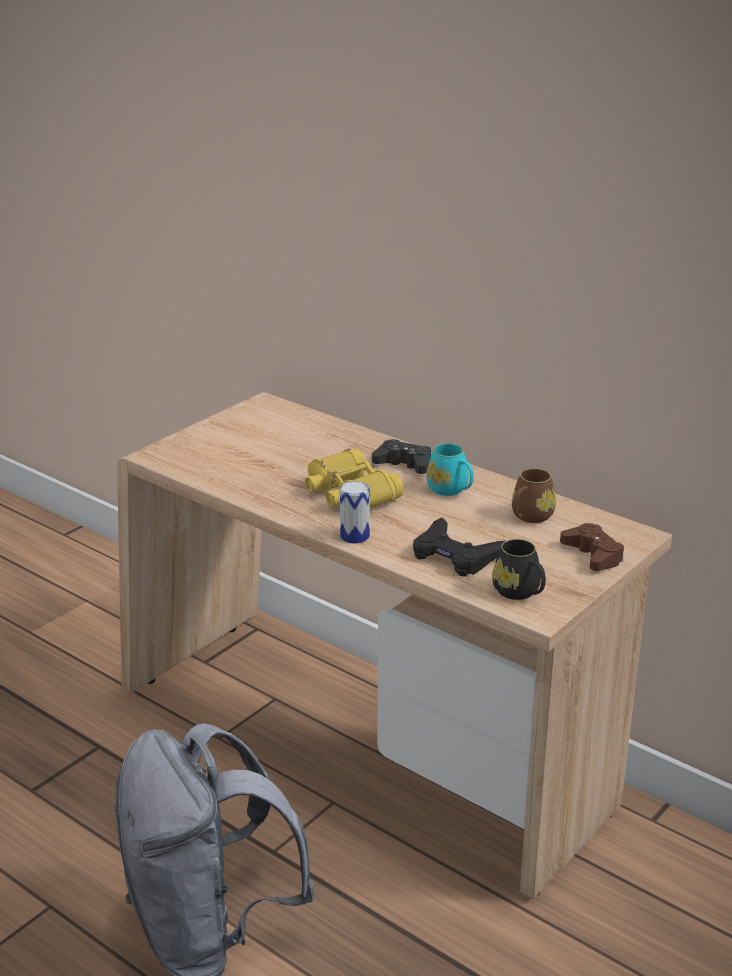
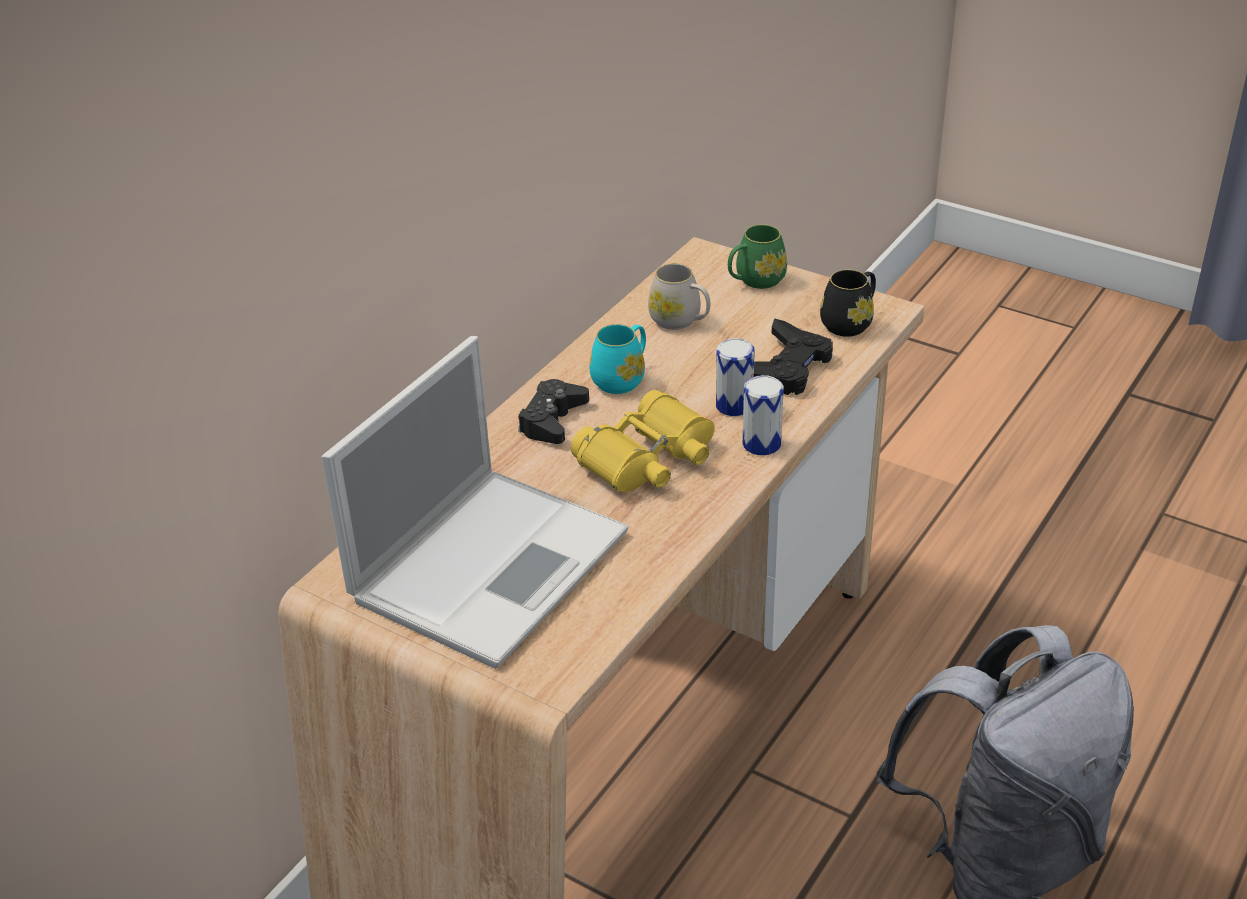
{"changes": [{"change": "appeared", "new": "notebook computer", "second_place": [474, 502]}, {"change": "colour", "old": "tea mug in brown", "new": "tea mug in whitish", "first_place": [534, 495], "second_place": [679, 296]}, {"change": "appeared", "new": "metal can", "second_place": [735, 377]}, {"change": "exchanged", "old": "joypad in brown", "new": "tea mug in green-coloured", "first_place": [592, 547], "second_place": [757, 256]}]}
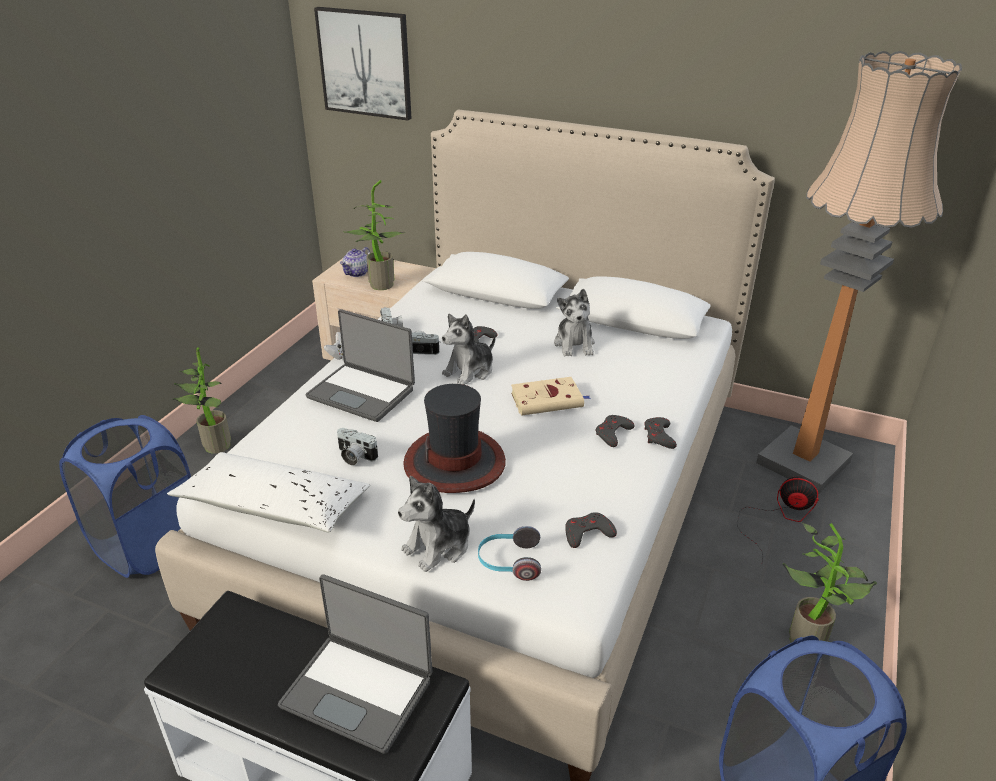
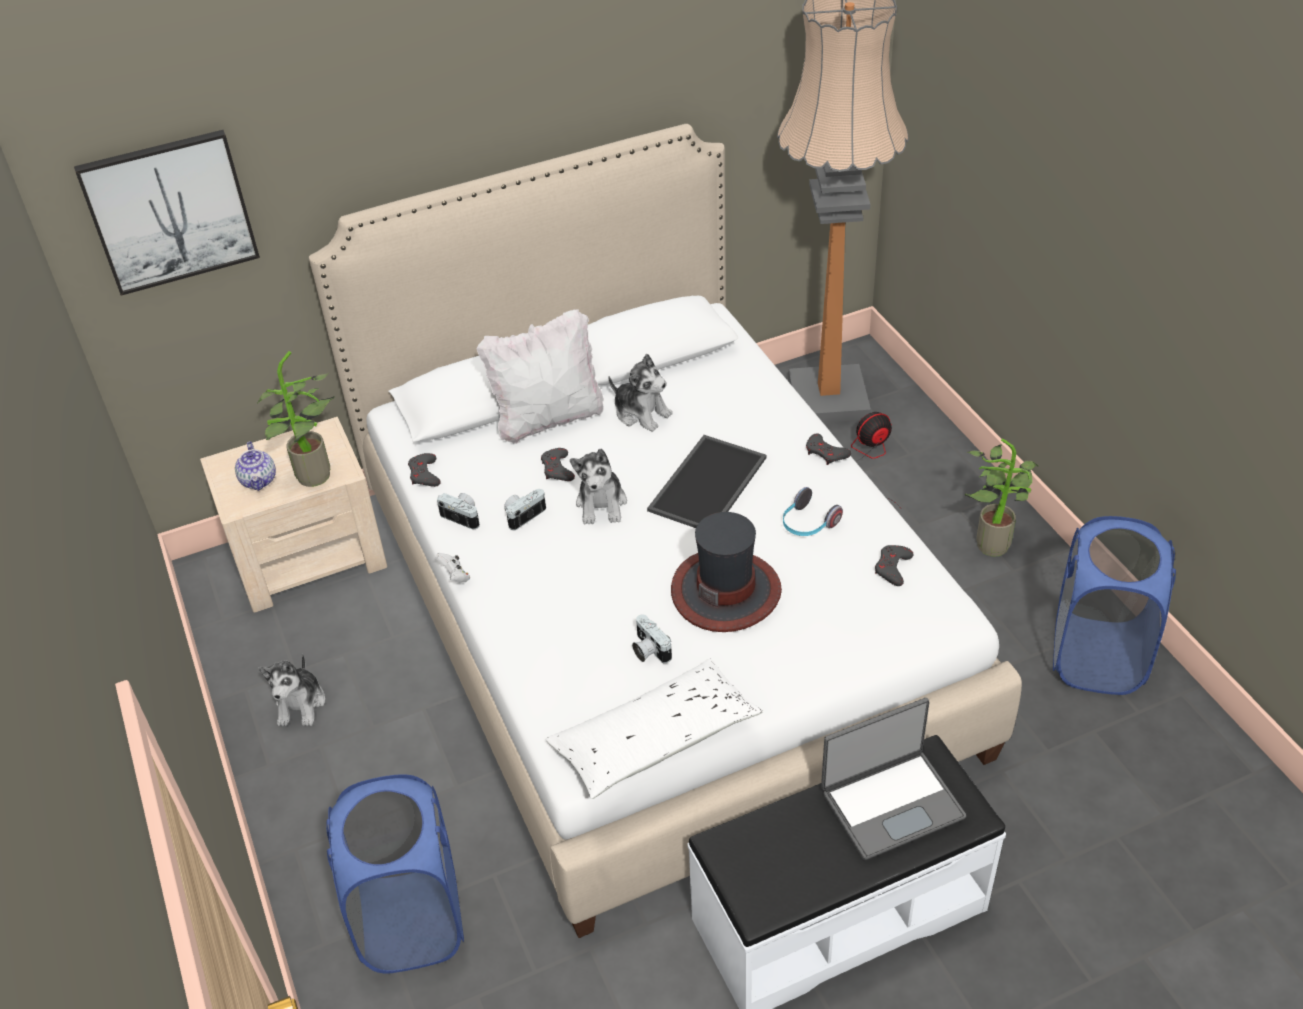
{"changes": [{"change": "relocated", "old": "soft toy", "first_place": [436, 524], "second_place": [291, 689]}, {"change": "relocated", "old": "joypad in grey", "first_place": [615, 431], "second_place": [424, 470]}, {"change": "appeared", "new": "throw pillow in whitish", "second_place": [540, 376]}, {"change": "spun", "old": "photo camera", "first_place": [357, 447], "second_place": [652, 638], "degrees": 75}, {"change": "exchanged", "old": "book in beige-coloured", "new": "carrying tray", "first_place": [551, 396], "second_place": [707, 481]}, {"change": "relocated", "old": "headphones", "first_place": [509, 553], "second_place": [813, 511]}, {"change": "missing", "old": "houseplant", "first_place": [201, 400]}, {"change": "missing", "old": "notebook computer", "first_place": [360, 365]}]}
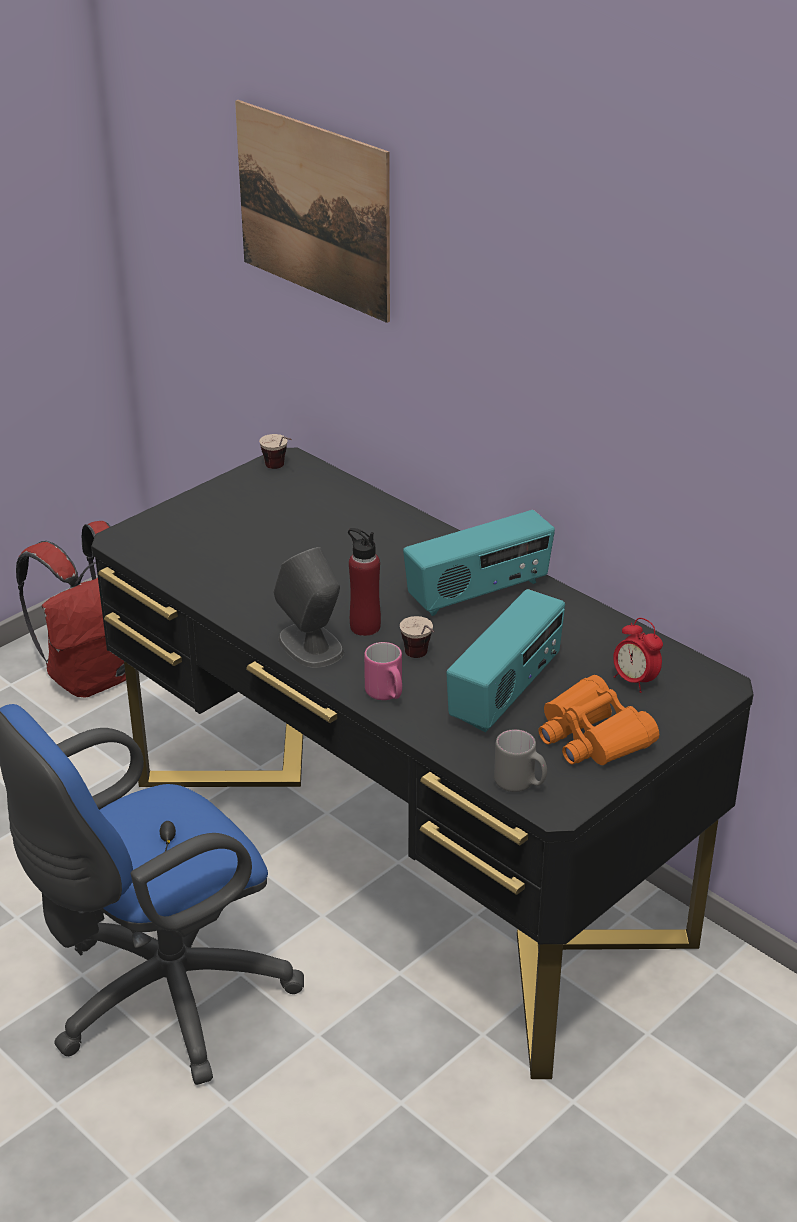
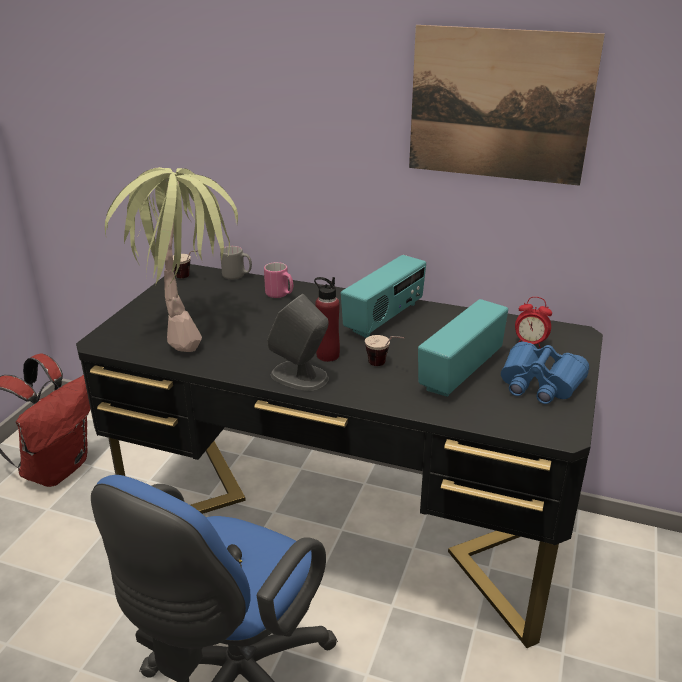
{"changes": [{"change": "appeared", "new": "houseplant", "second_place": [171, 259]}, {"change": "relocated", "old": "tea mug in grey", "first_place": [520, 760], "second_place": [236, 263]}, {"change": "relocated", "old": "tea mug in pink-coloured", "first_place": [383, 671], "second_place": [278, 280]}, {"change": "relocated", "old": "picture", "first_place": [312, 211], "second_place": [507, 105]}, {"change": "spun", "old": "radio receiver", "first_place": [505, 661], "second_place": [463, 348], "degrees": -150}, {"change": "colour", "old": "binoculars in orange-coloured", "new": "binoculars in blue-coloured", "first_place": [598, 720], "second_place": [545, 373]}]}
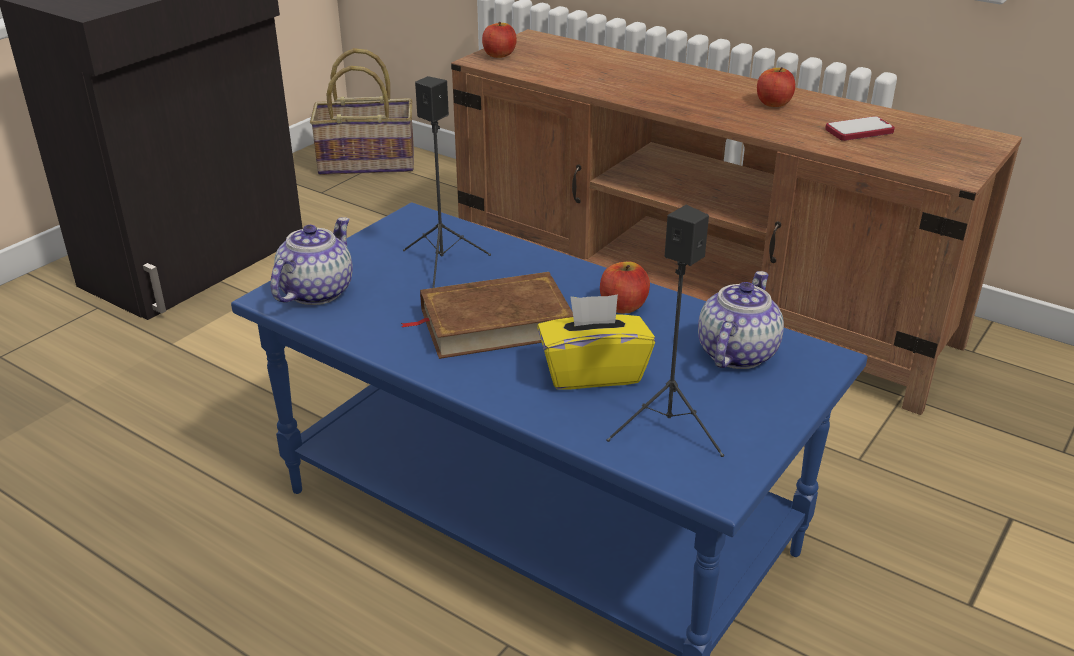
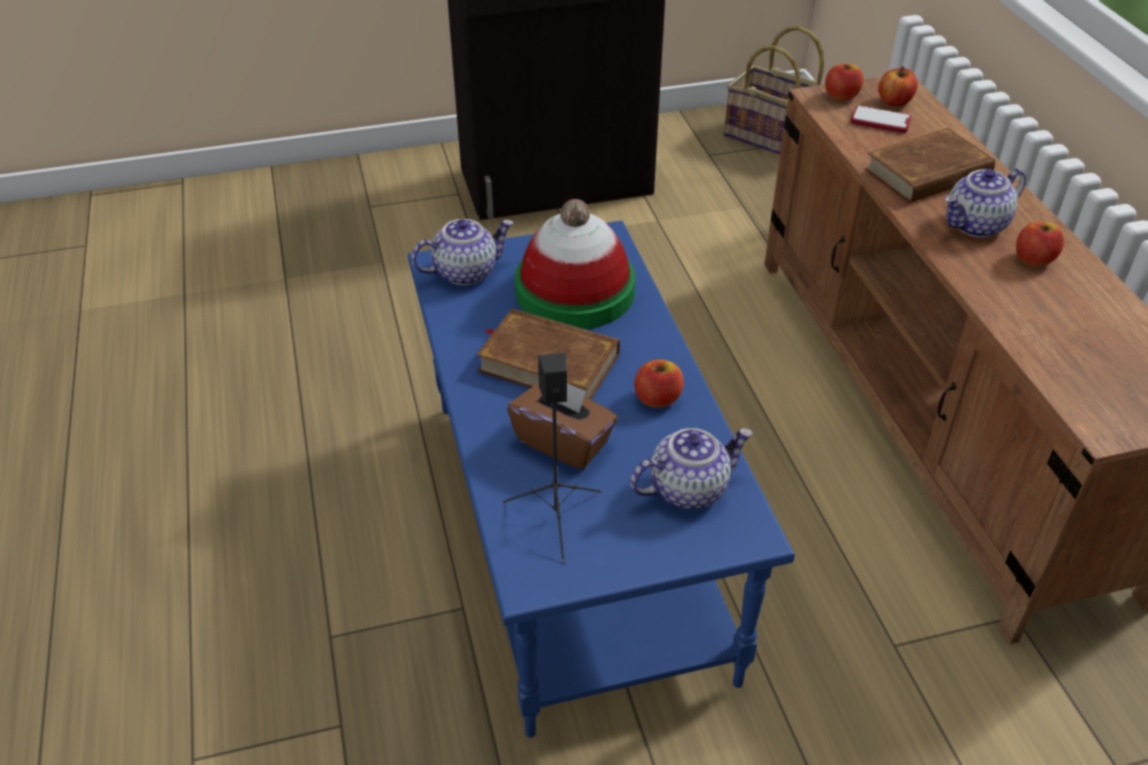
{"changes": [{"change": "colour", "old": "box of tissues in yellowish", "new": "box of tissues in brown", "first_place": [596, 342], "second_place": [562, 426]}, {"change": "exchanged", "old": "speaker in black", "new": "hat", "first_place": [447, 182], "second_place": [575, 264]}, {"change": "relocated", "old": "telephone", "first_place": [860, 128], "second_place": [881, 120]}, {"change": "appeared", "new": "book in brown", "second_place": [929, 165]}, {"change": "appeared", "new": "apple", "second_place": [898, 86]}, {"change": "appeared", "new": "pot for tea", "second_place": [985, 202]}]}
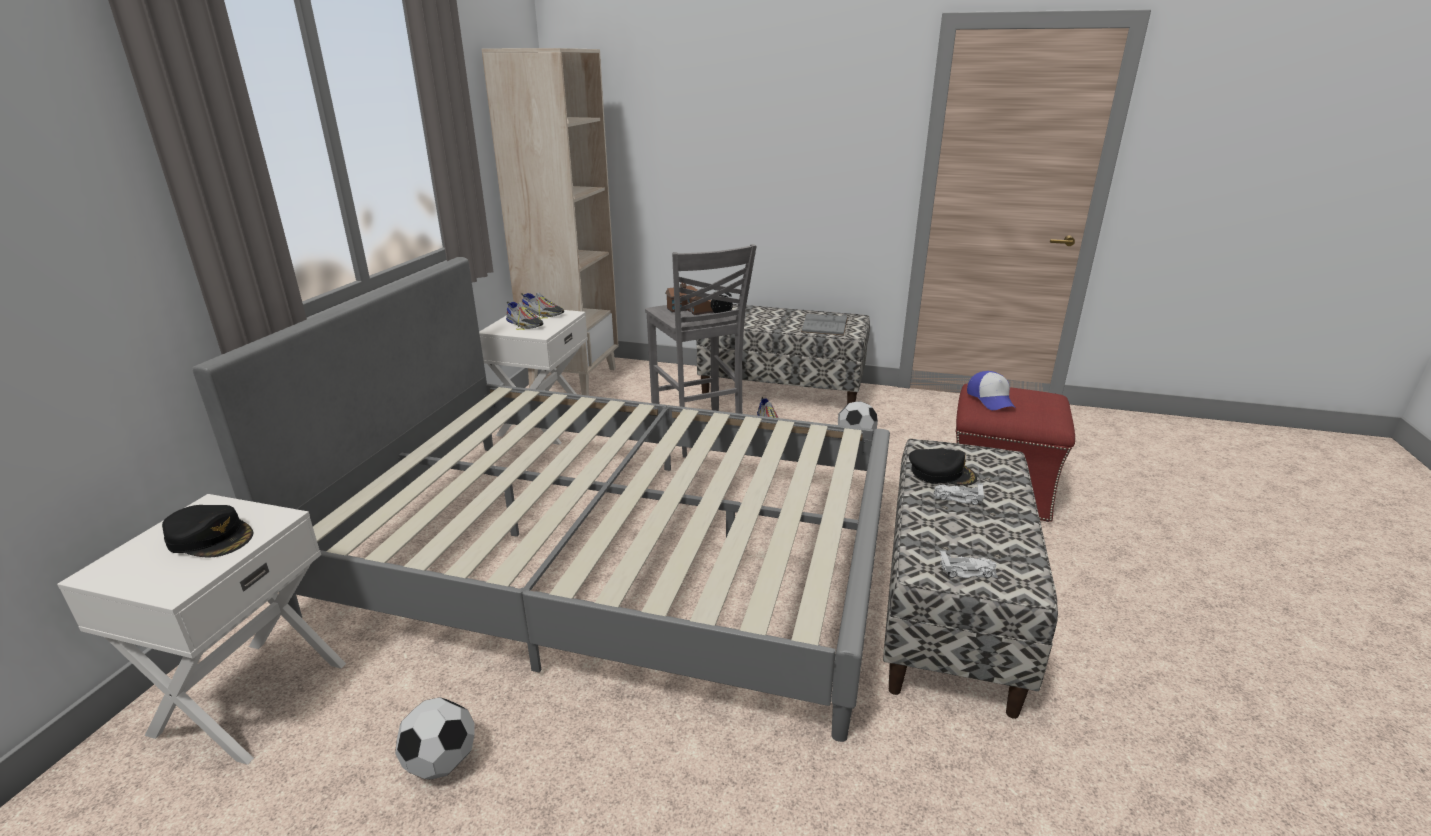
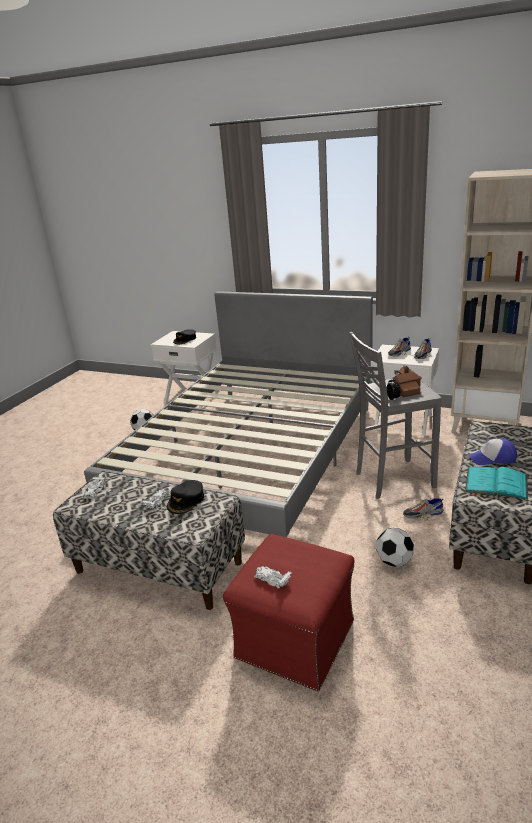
{"changes": [{"change": "appeared", "new": "toy car in whitish", "second_place": [273, 577]}, {"change": "colour", "old": "book in grey", "new": "book in turquoise-coloured", "first_place": [824, 324], "second_place": [496, 483]}, {"change": "relocated", "old": "baseball cap", "first_place": [991, 390], "second_place": [492, 451]}]}
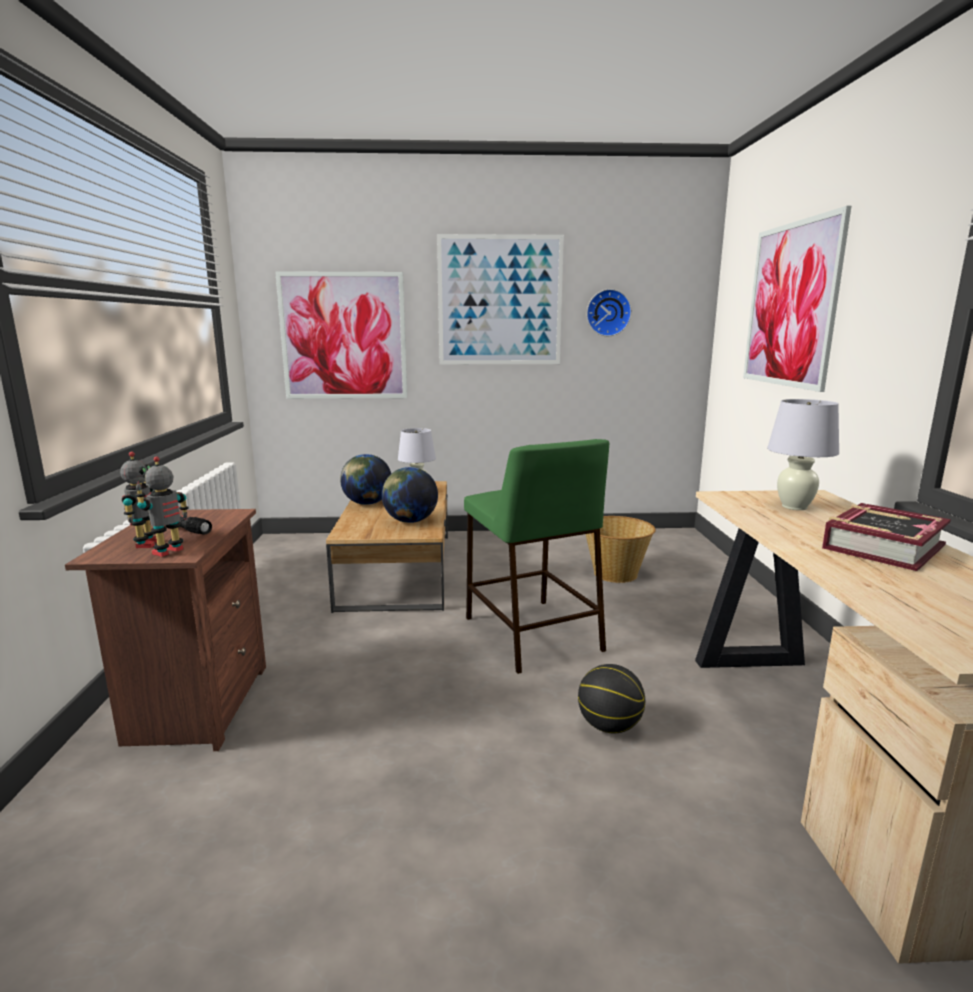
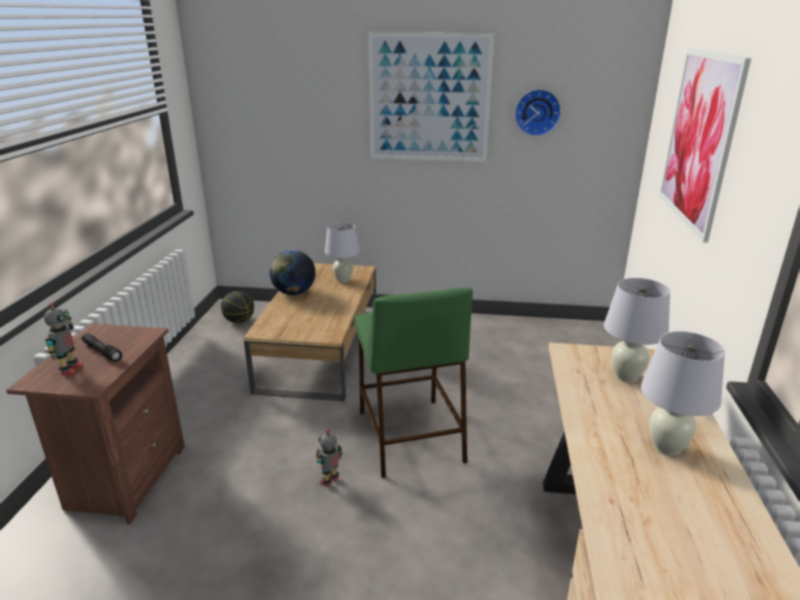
{"changes": [{"change": "relocated", "old": "basketball", "first_place": [611, 699], "second_place": [237, 307]}, {"change": "relocated", "old": "robot figure", "first_place": [162, 507], "second_place": [329, 458]}, {"change": "exchanged", "old": "book", "new": "tabletop lamp in whitish", "first_place": [886, 537], "second_place": [683, 393]}, {"change": "missing", "old": "picture", "first_place": [341, 335]}, {"change": "missing", "old": "desk globe", "first_place": [410, 495]}, {"change": "missing", "old": "storage basket", "first_place": [621, 549]}]}
